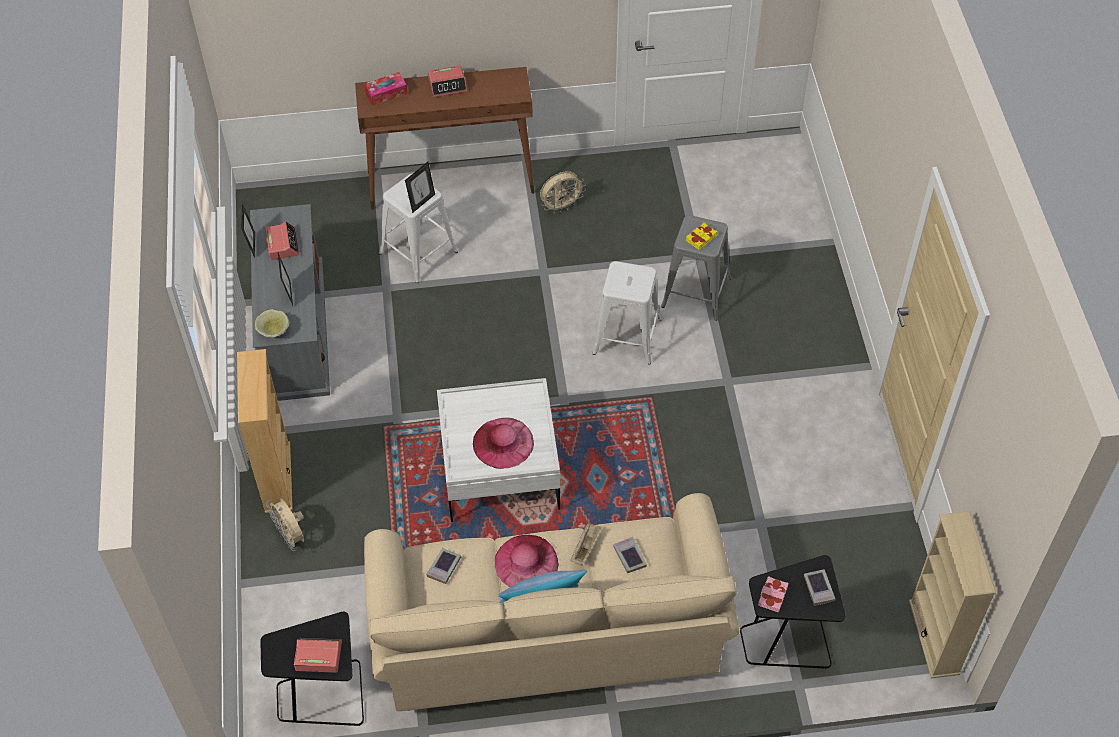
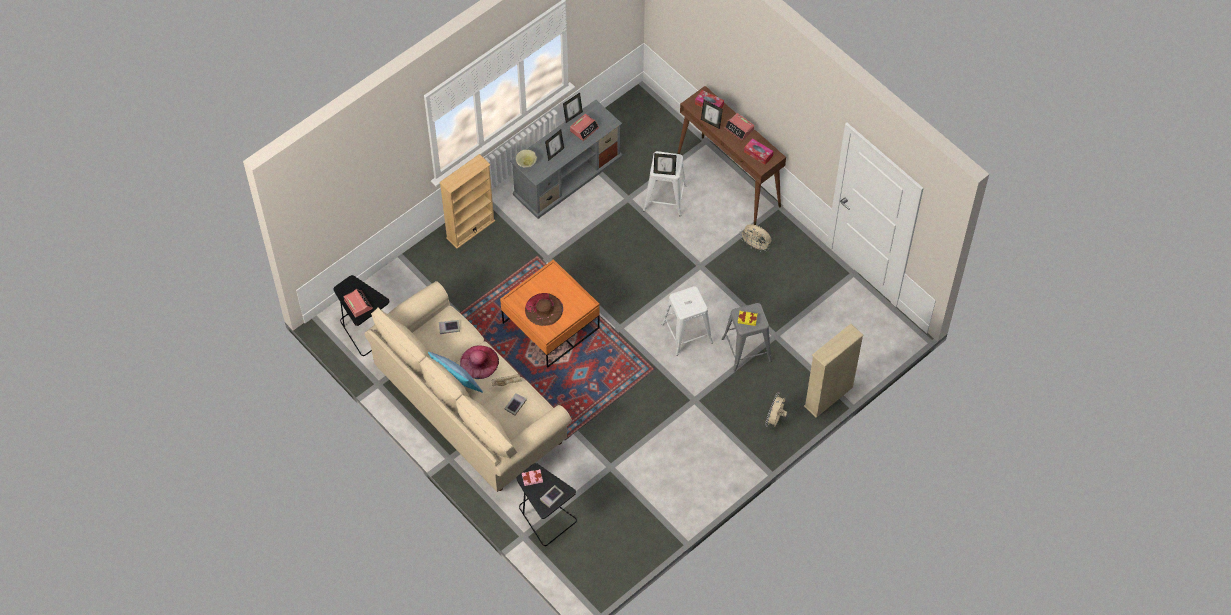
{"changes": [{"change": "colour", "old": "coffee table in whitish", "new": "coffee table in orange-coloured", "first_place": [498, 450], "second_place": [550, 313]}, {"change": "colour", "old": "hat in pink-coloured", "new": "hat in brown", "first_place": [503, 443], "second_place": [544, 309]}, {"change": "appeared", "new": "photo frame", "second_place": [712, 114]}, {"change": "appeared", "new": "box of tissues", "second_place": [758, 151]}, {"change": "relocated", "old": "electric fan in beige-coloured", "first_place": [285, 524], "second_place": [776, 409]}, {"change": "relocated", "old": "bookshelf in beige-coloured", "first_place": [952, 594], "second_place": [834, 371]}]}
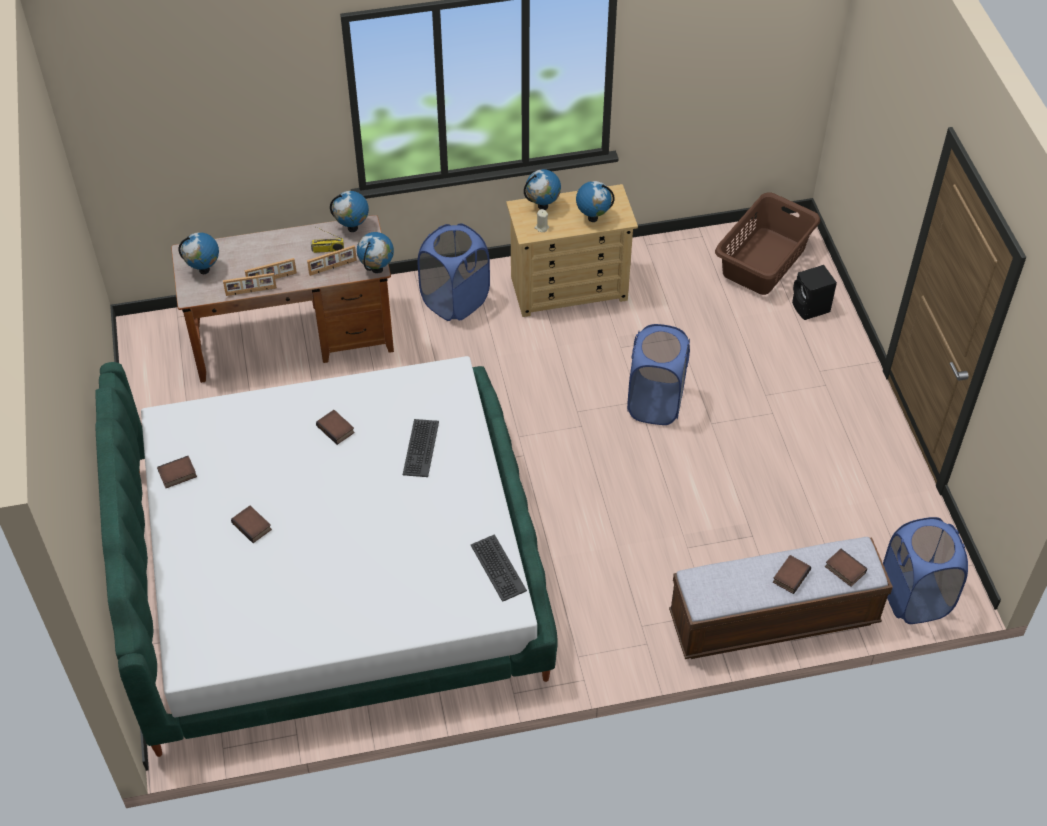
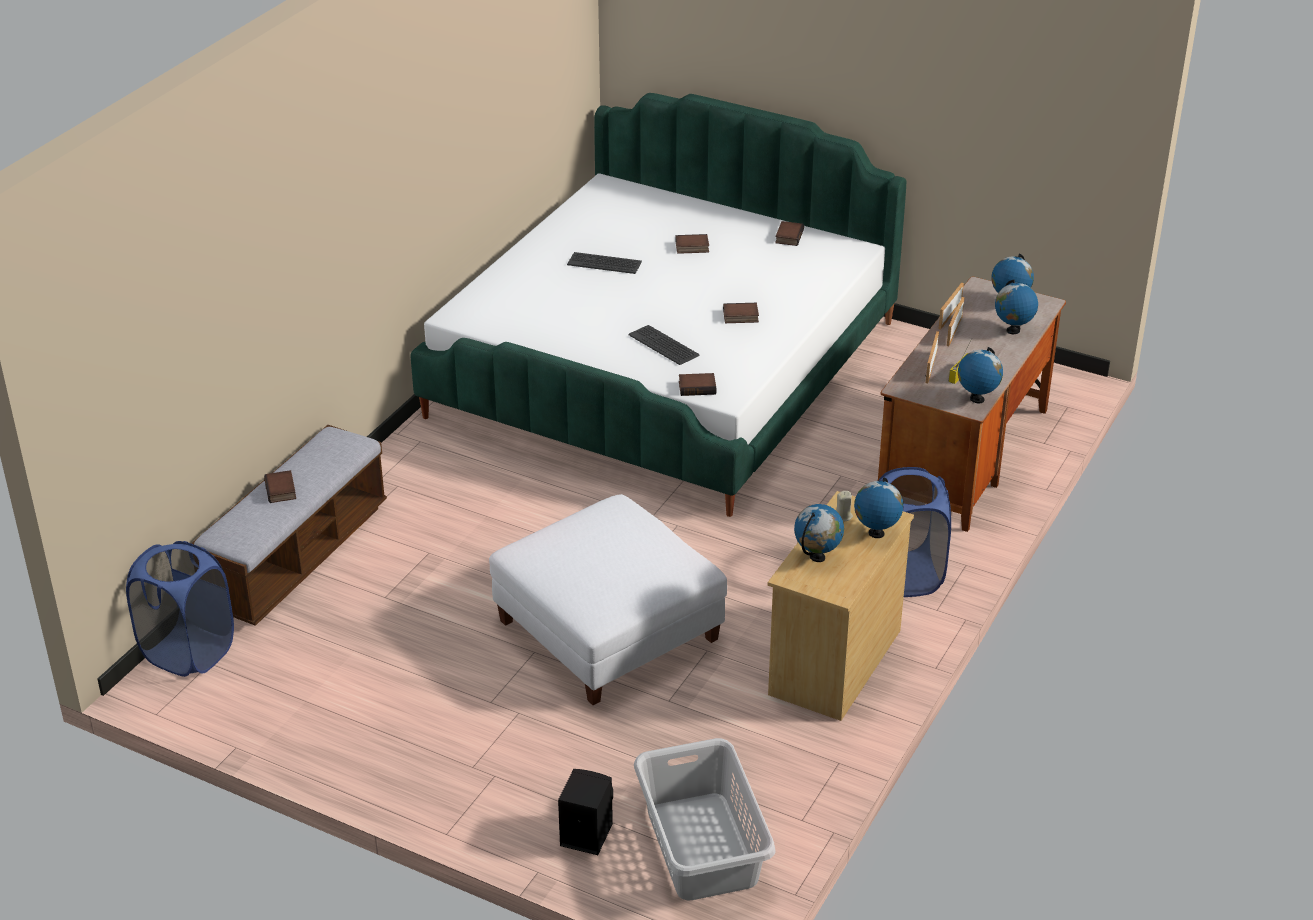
{"changes": [{"change": "exchanged", "old": "washing basket in blue-coloured", "new": "footrest in whitish", "first_place": [658, 374], "second_place": [608, 599]}, {"change": "relocated", "old": "PC keyboard", "first_place": [499, 568], "second_place": [604, 263]}, {"change": "colour", "old": "washing basket in brown", "new": "washing basket in grey", "first_place": [767, 243], "second_place": [705, 819]}, {"change": "relocated", "old": "book", "first_place": [846, 568], "second_place": [697, 384]}, {"change": "relocated", "old": "desk globe", "first_place": [375, 252], "second_place": [1016, 306]}]}
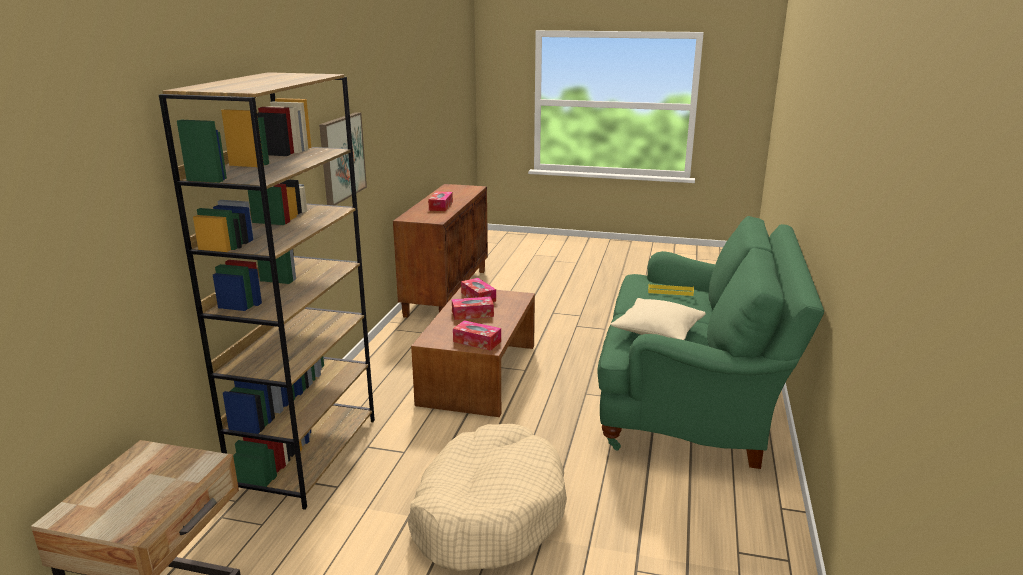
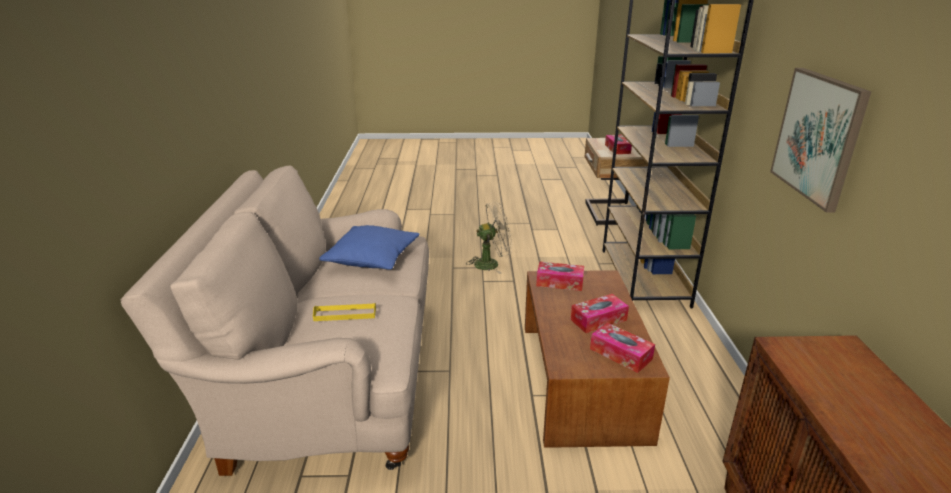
{"changes": [{"change": "colour", "old": "settee in green-coloured", "new": "settee in beige-coloured", "first_place": [710, 342], "second_place": [274, 320]}, {"change": "colour", "old": "throw pillow in beige-coloured", "new": "throw pillow in blue-coloured", "first_place": [658, 319], "second_place": [369, 247]}, {"change": "exchanged", "old": "pet bed in beige-coloured", "new": "electric fan in beige-coloured", "first_place": [487, 497], "second_place": [489, 238]}, {"change": "relocated", "old": "box of tissues", "first_place": [440, 201], "second_place": [618, 144]}]}
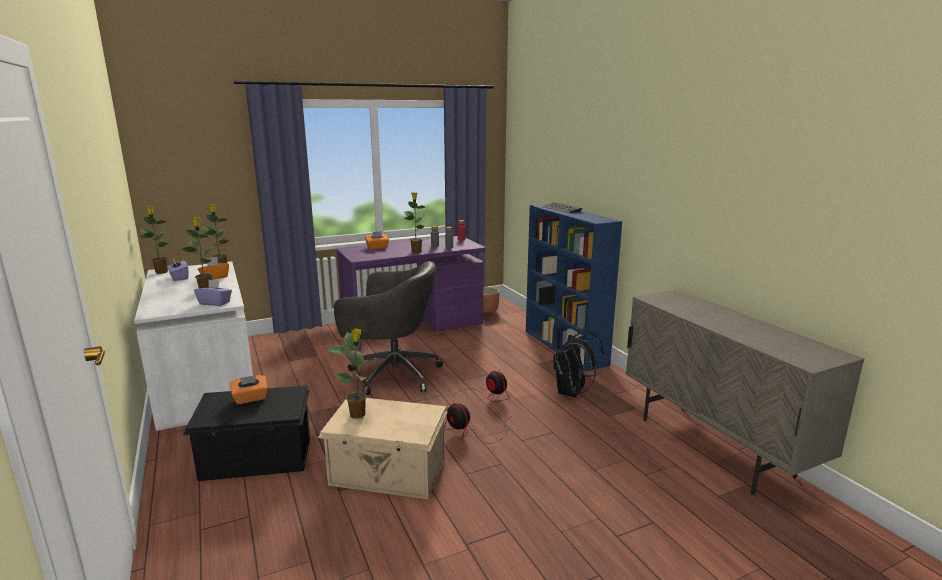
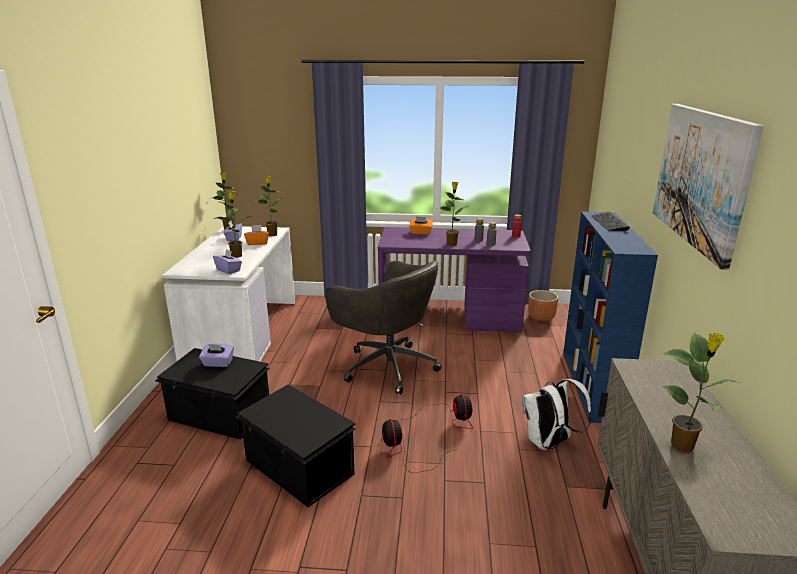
{"changes": [{"change": "colour", "old": "box of tissues in orange-coloured", "new": "box of tissues in purple", "first_place": [249, 389], "second_place": [216, 355]}, {"change": "colour", "old": "storage container in beige-coloured", "new": "storage container in black", "first_place": [382, 448], "second_place": [295, 445]}, {"change": "colour", "old": "backpack in black", "new": "backpack in whitish", "first_place": [579, 364], "second_place": [556, 414]}, {"change": "appeared", "new": "picture", "second_place": [708, 187]}, {"change": "relocated", "old": "houseplant", "first_place": [352, 373], "second_place": [701, 392]}]}
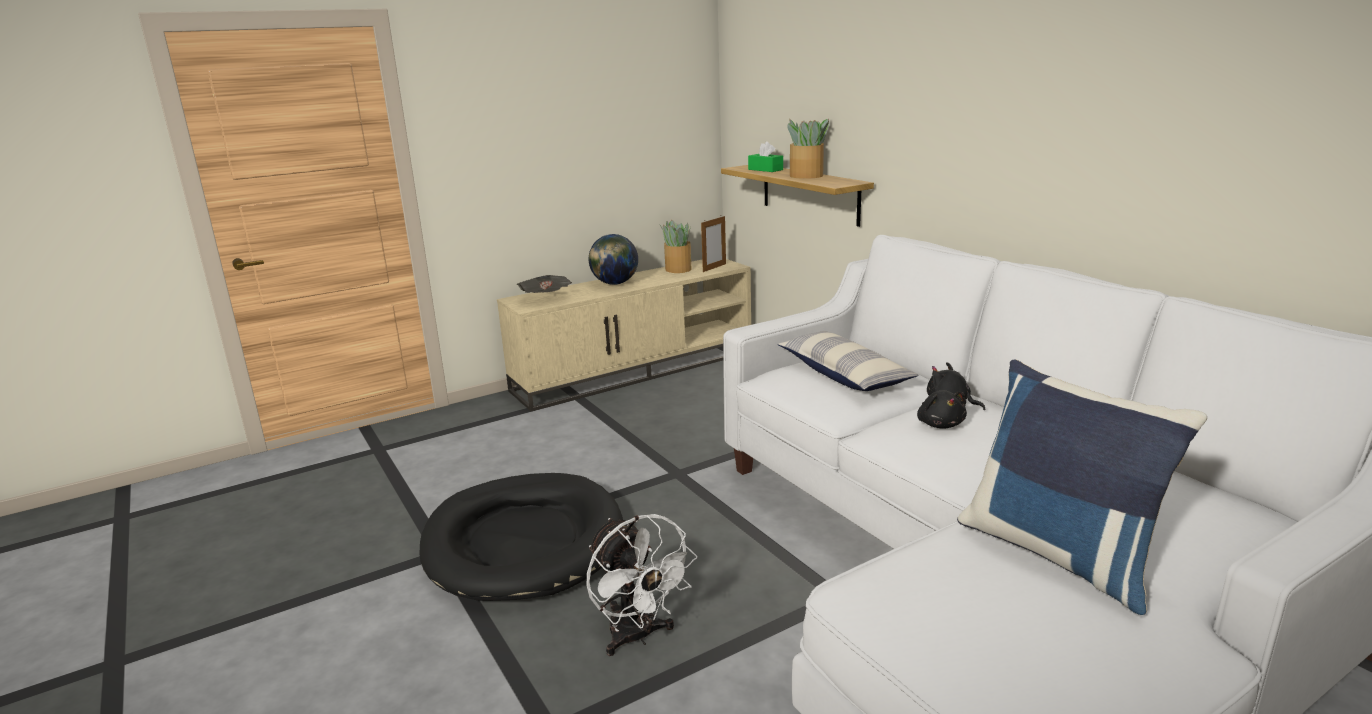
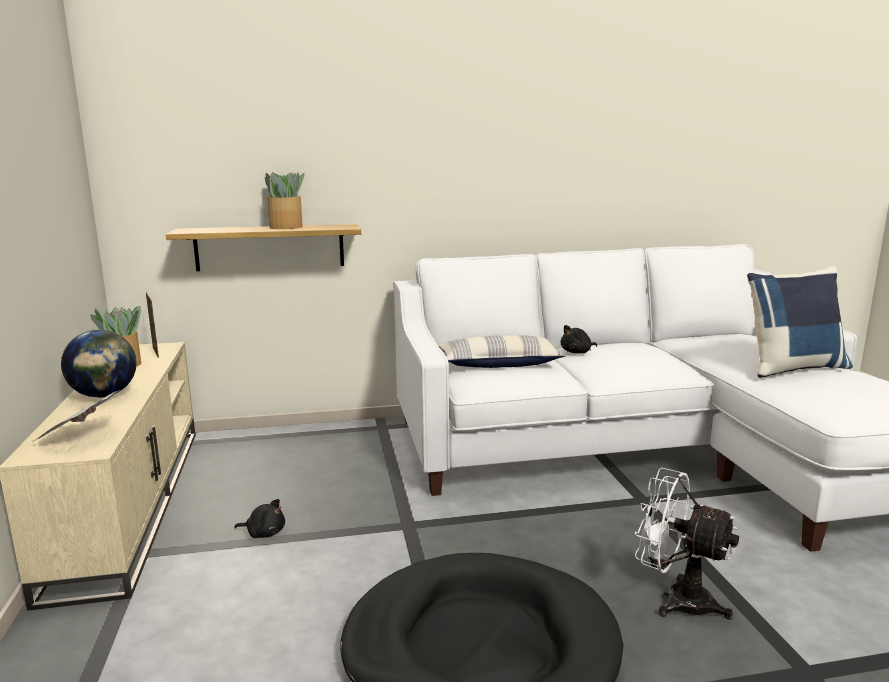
{"changes": [{"change": "relocated", "old": "soft toy in black", "first_place": [942, 409], "second_place": [260, 518]}, {"change": "spun", "old": "electric fan in whitish", "first_place": [642, 585], "second_place": [687, 544], "degrees": -135}, {"change": "missing", "old": "box of tissues in green-coloured", "first_place": [765, 156]}]}
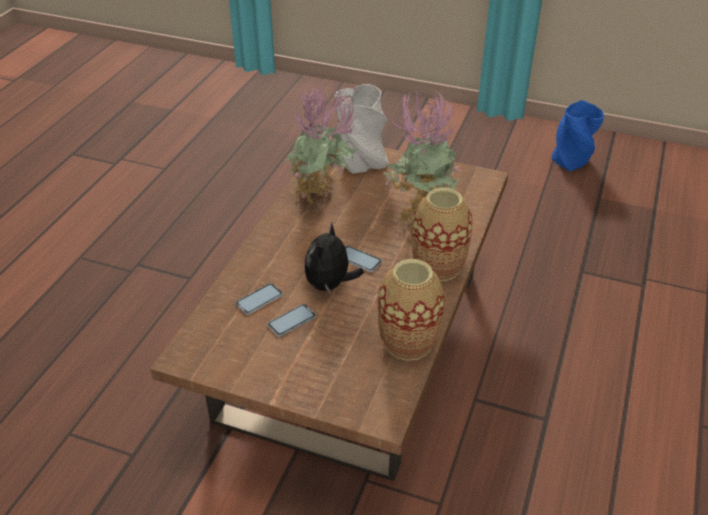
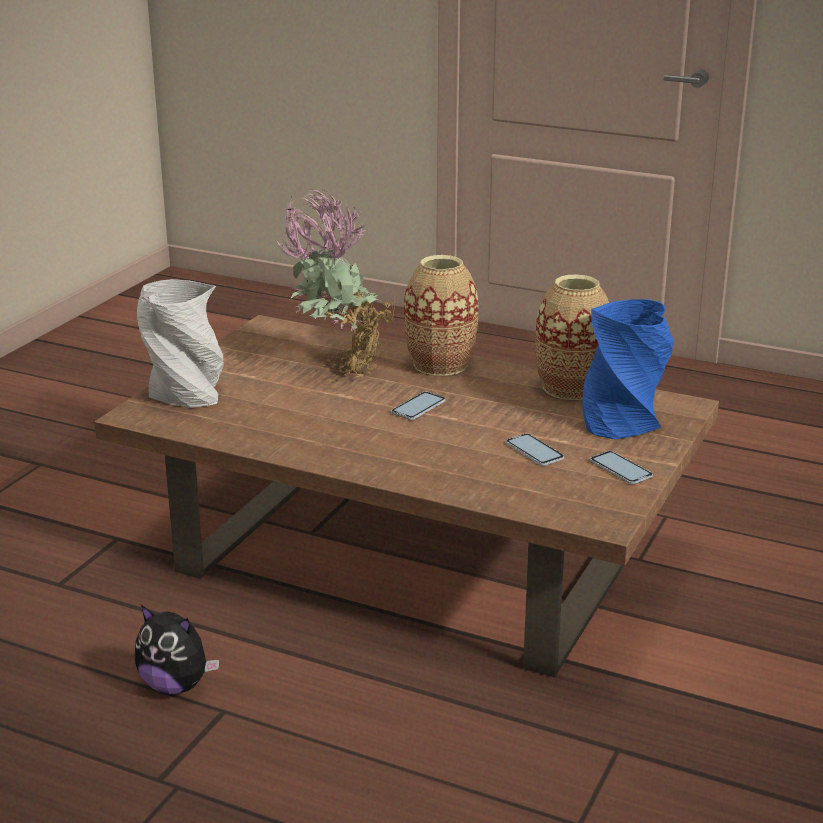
{"changes": [{"change": "relocated", "old": "soft toy", "first_place": [334, 258], "second_place": [177, 649]}, {"change": "relocated", "old": "vase in blue-coloured", "first_place": [578, 135], "second_place": [628, 369]}, {"change": "relocated", "old": "telephone", "first_place": [259, 299], "second_place": [621, 467]}, {"change": "missing", "old": "houseplant", "first_place": [320, 142]}]}
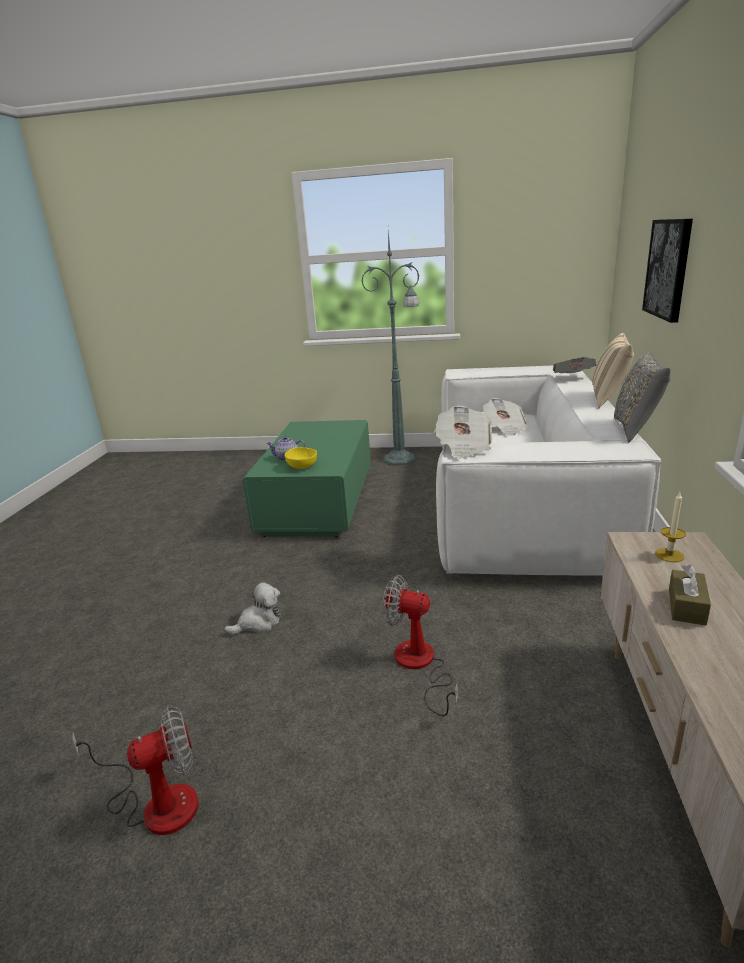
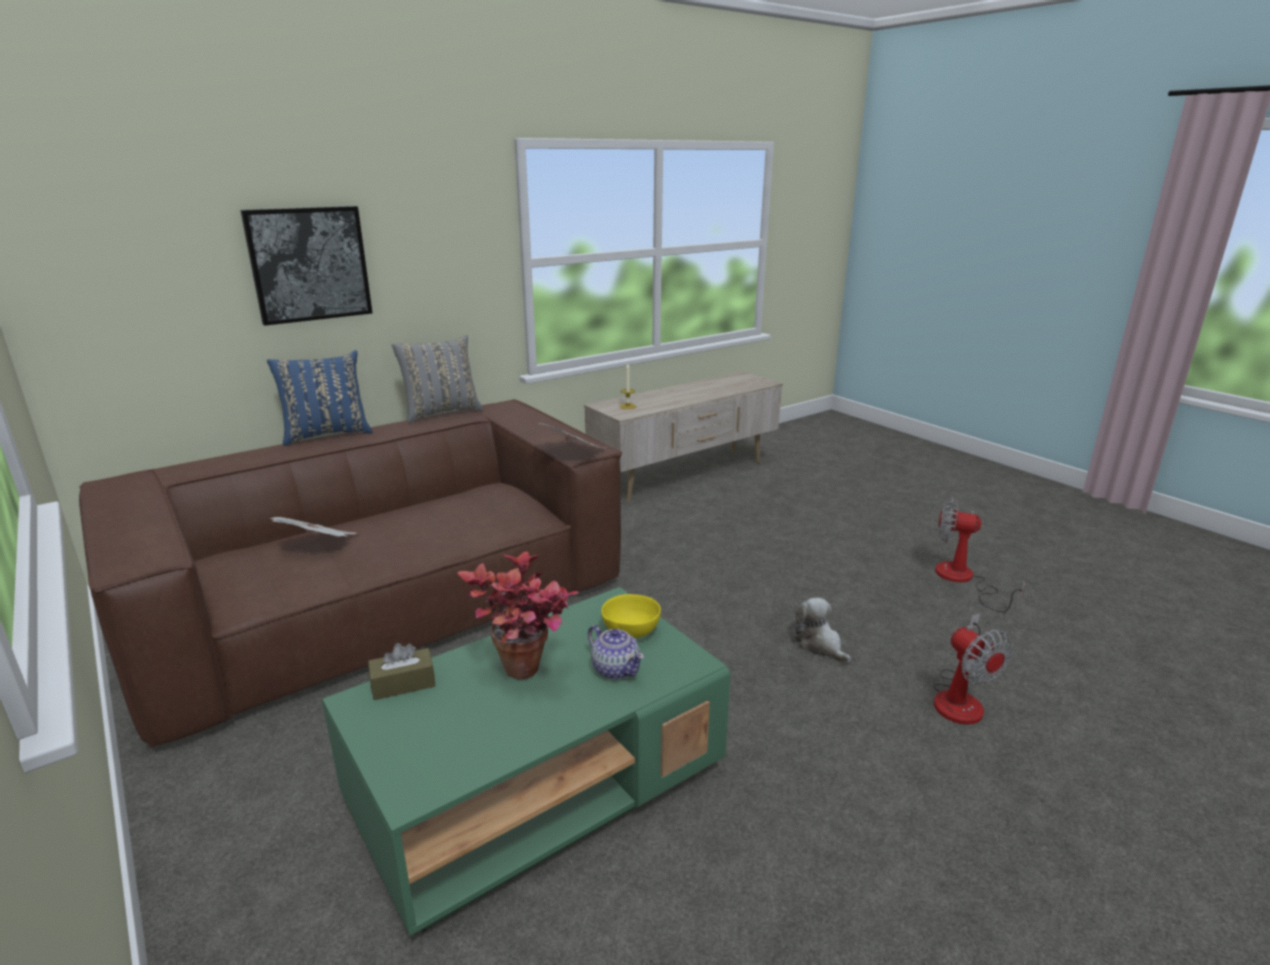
{"changes": [{"change": "colour", "old": "settee in whitish", "new": "settee in brown", "first_place": [548, 470], "second_place": [350, 573]}, {"change": "colour", "old": "throw pillow in beige-coloured", "new": "throw pillow in blue-coloured", "first_place": [613, 371], "second_place": [320, 398]}, {"change": "relocated", "old": "box of tissues in brown", "first_place": [690, 595], "second_place": [402, 671]}, {"change": "appeared", "new": "houseplant", "second_place": [518, 615]}, {"change": "spun", "old": "soft toy", "first_place": [252, 608], "second_place": [822, 631], "degrees": 45}, {"change": "relocated", "old": "electric fan", "first_place": [420, 645], "second_place": [973, 669]}, {"change": "missing", "old": "floor lamp in green-coloured", "first_place": [390, 348]}, {"change": "missing", "old": "daily paper", "first_place": [574, 365]}]}
